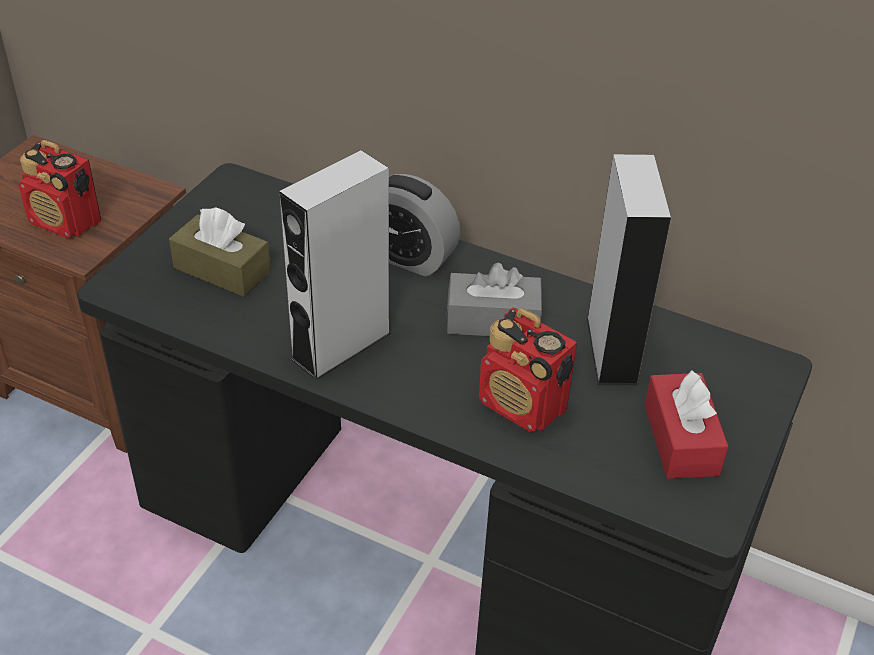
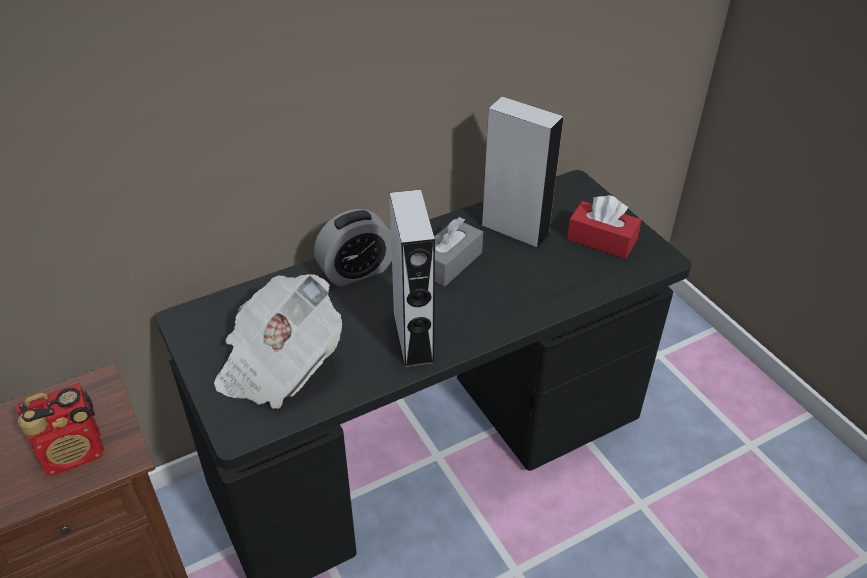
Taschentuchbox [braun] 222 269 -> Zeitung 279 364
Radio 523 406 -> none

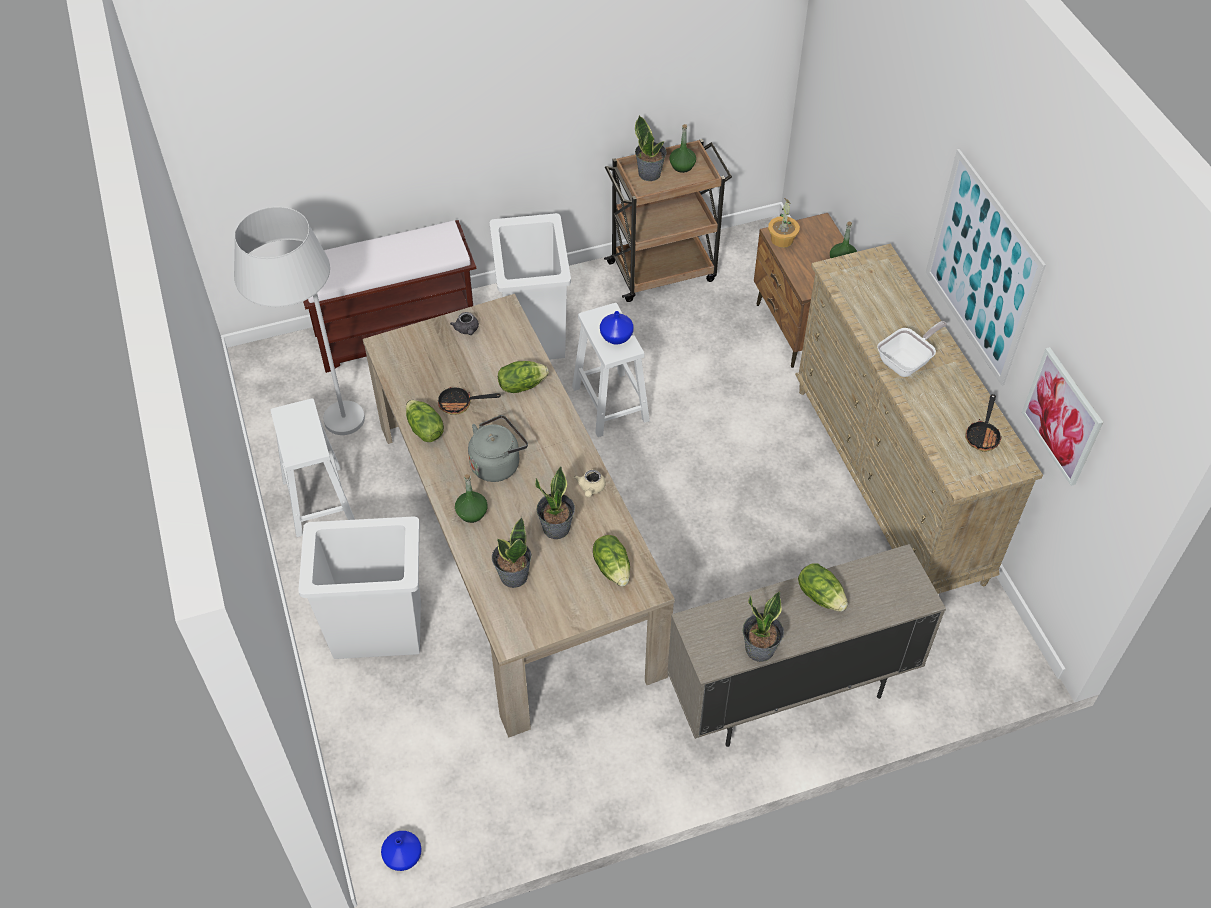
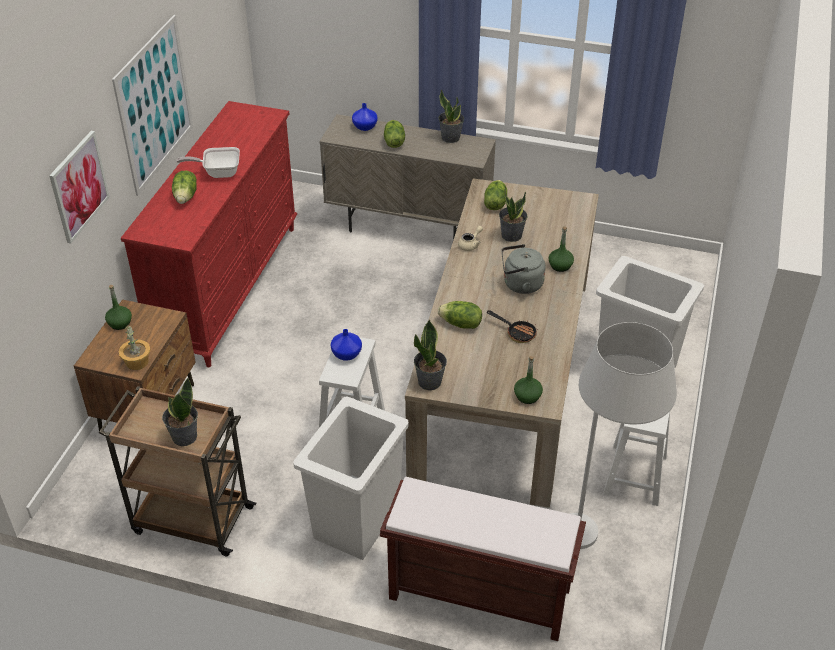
Flasche [grün] 682 166 -> Flasche [grün] 527 396, relocated
Kommode [beige] 888 484 -> Kommode [rot] 229 287
Teekanne [grau] 467 330 -> none
Bild 1062 416 -> Bild 79 186, relocated
Pfanne 983 435 -> none
Salatkopf 424 430 -> Salatkopf 186 197, relocated
Topfpflanze 513 576 -> Topfpflanze 430 382, relocated
Vase [blau] 402 856 -> Vase [blau] 365 127, relocated

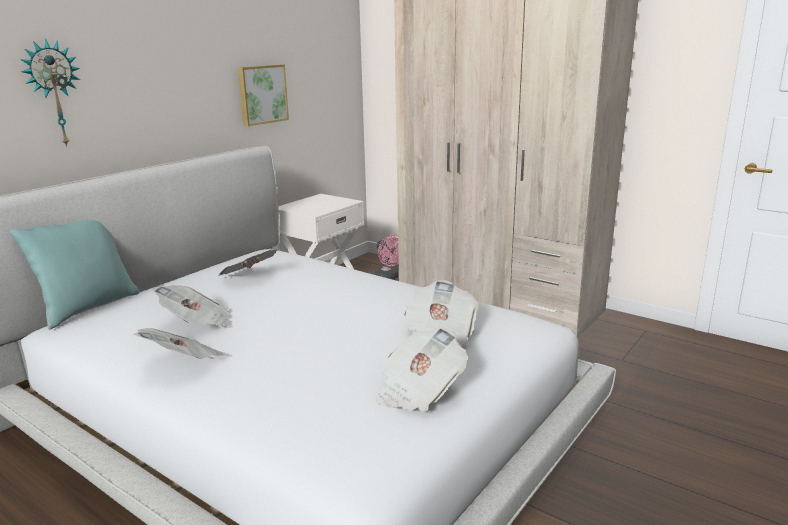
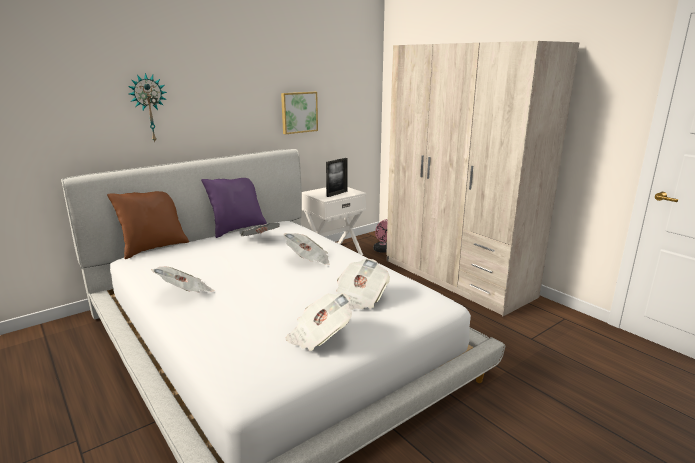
Kissen [türkis] 88 308 -> Kissen [braun] 154 248
Zeitung 198 324 -> Zeitung 308 260, relocated
none -> Bilderrahmen 337 194
none -> Kissen [lila] 237 229

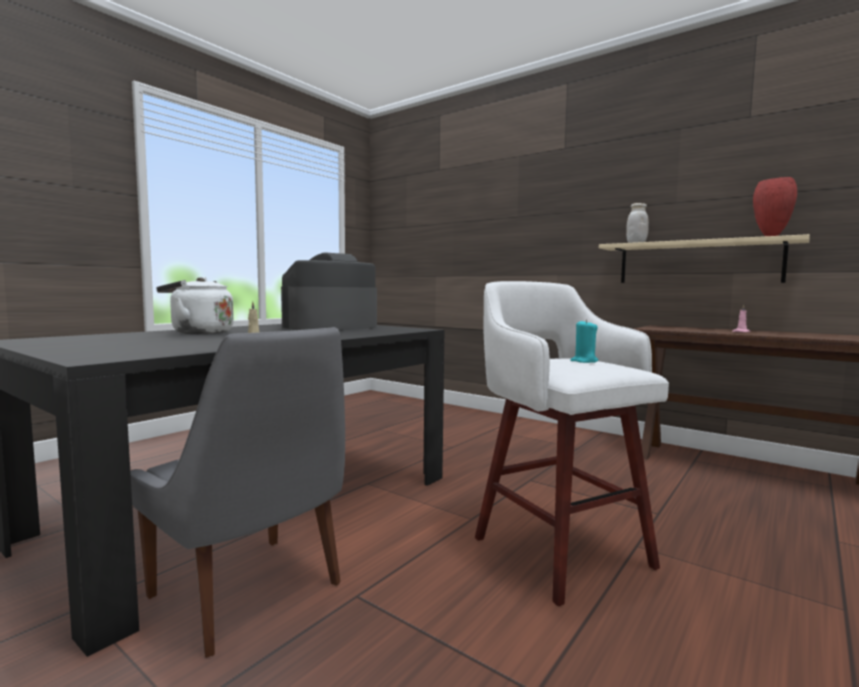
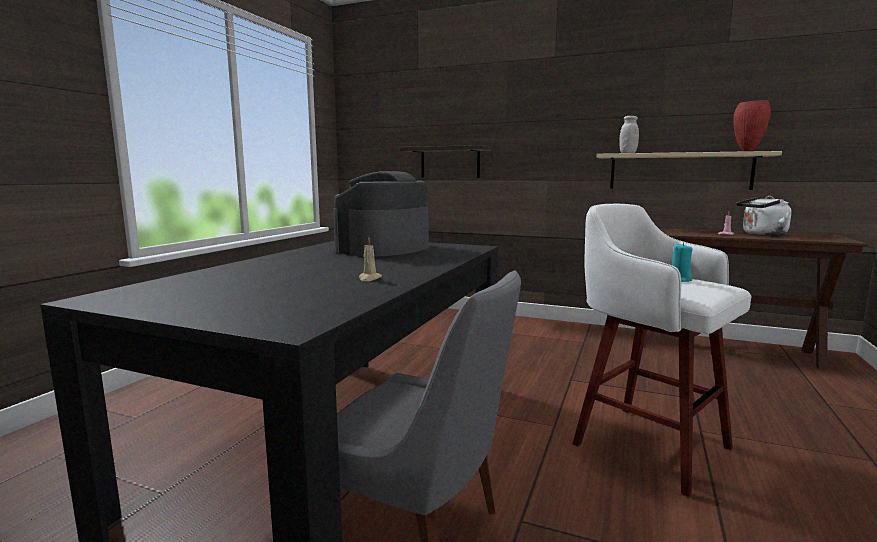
Wasserkessel [weiß] 198 333 -> Wasserkessel [weiß] 762 234, relocated
none -> Wandregal 450 162

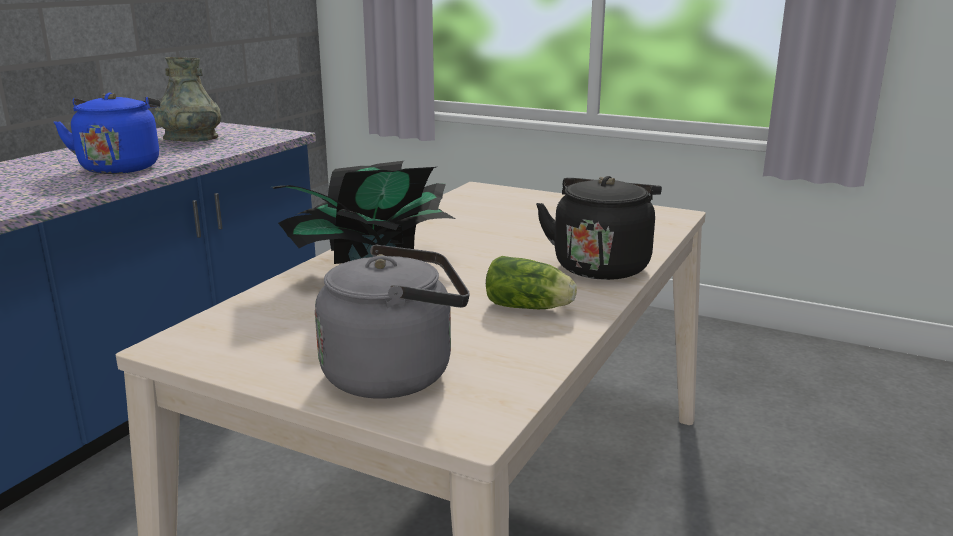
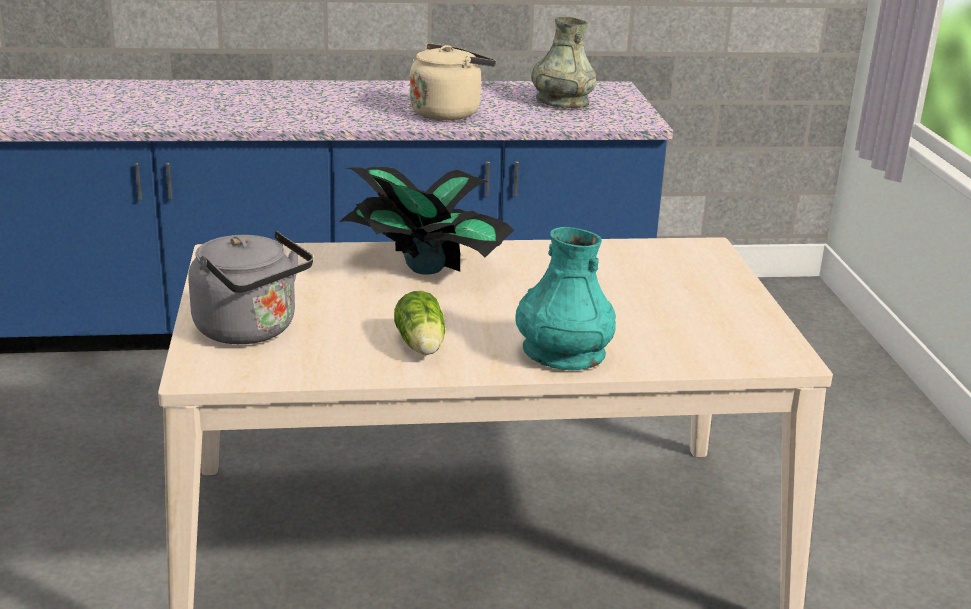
Wasserkessel [blau] 121 167 -> Wasserkessel [beige] 448 112
Wasserkessel [schwarz] 601 265 -> Vase [türkis] 563 353

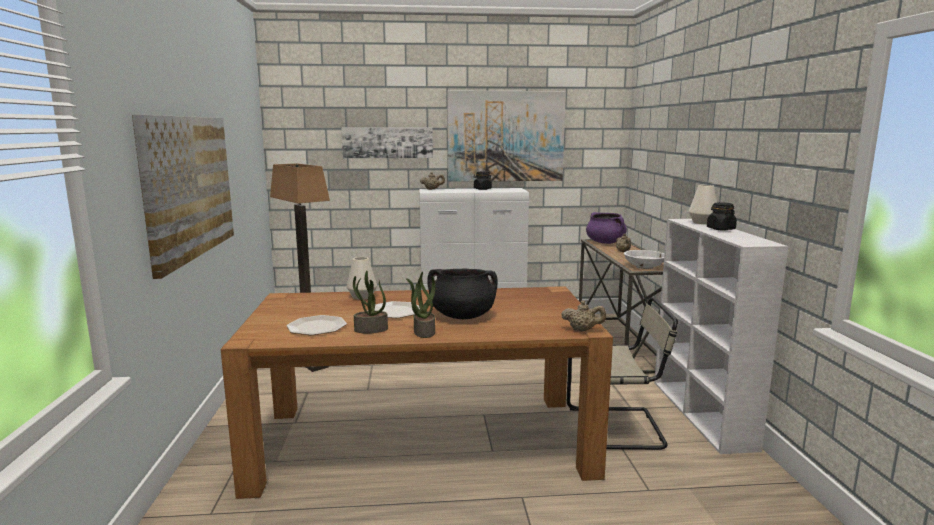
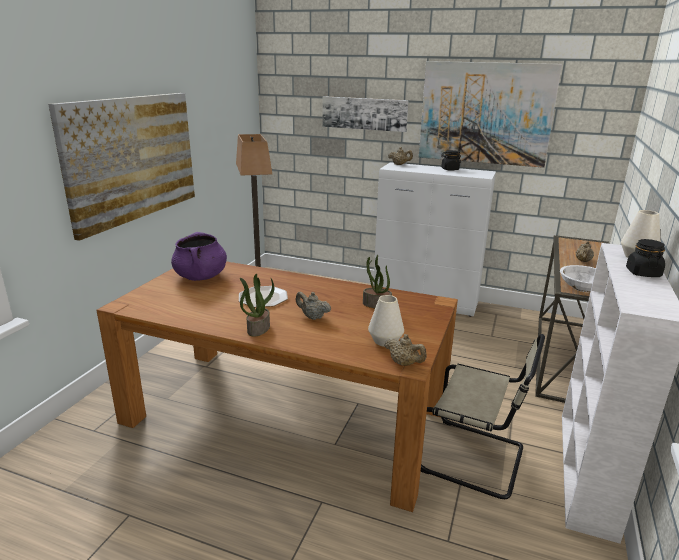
Kochtopf [lila] 605 242 -> Kochtopf [lila] 201 277, relocated
Vase [weiß] 362 296 -> Vase [weiß] 385 341, relocated
Kochtopf [schwarz] 462 316 -> Teekanne [beige] 312 317
Topfpflanze 370 330 -> Topfpflanze 376 304, relocated
Teller 317 327 -> none

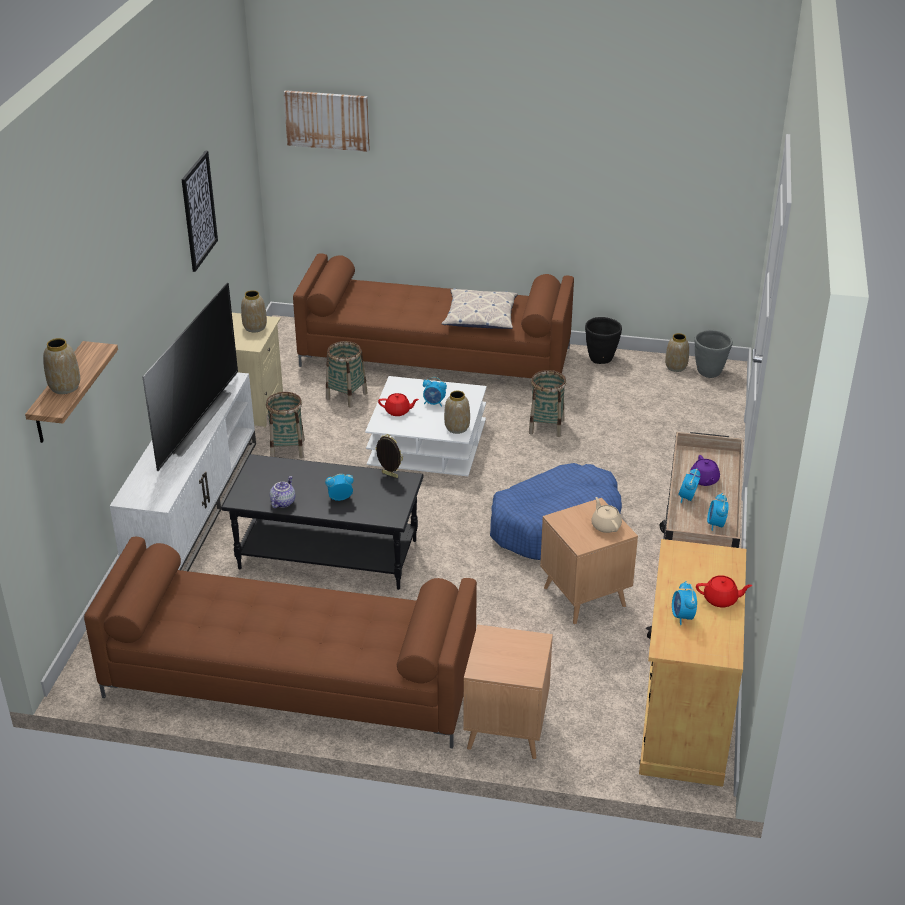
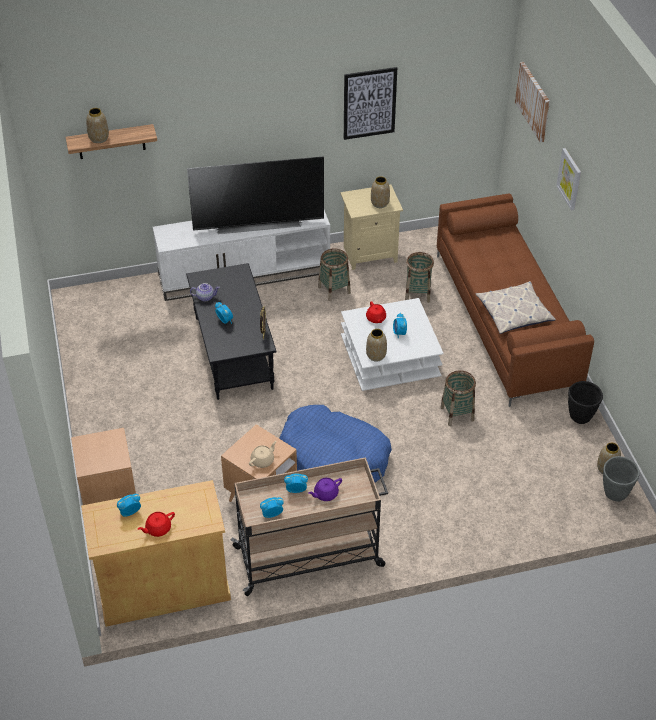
Sofa [braun] 289 681 -> none
Teekanne [rot] 721 599 -> Teekanne [rot] 158 529, 75 degrees clockwise
none -> Bild 570 179

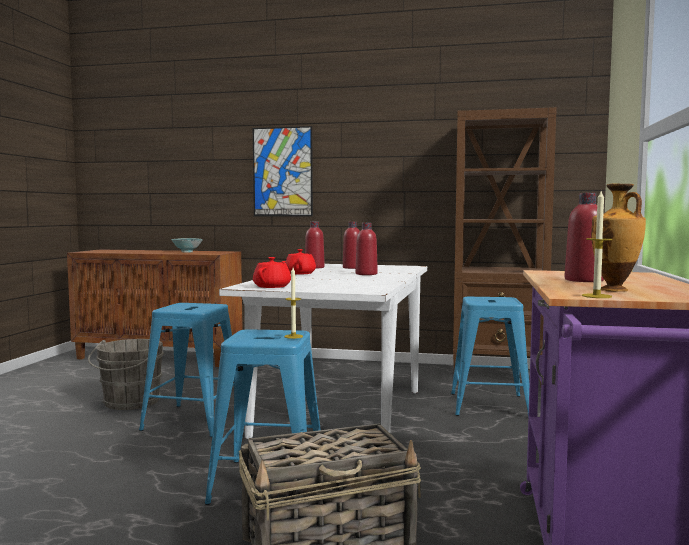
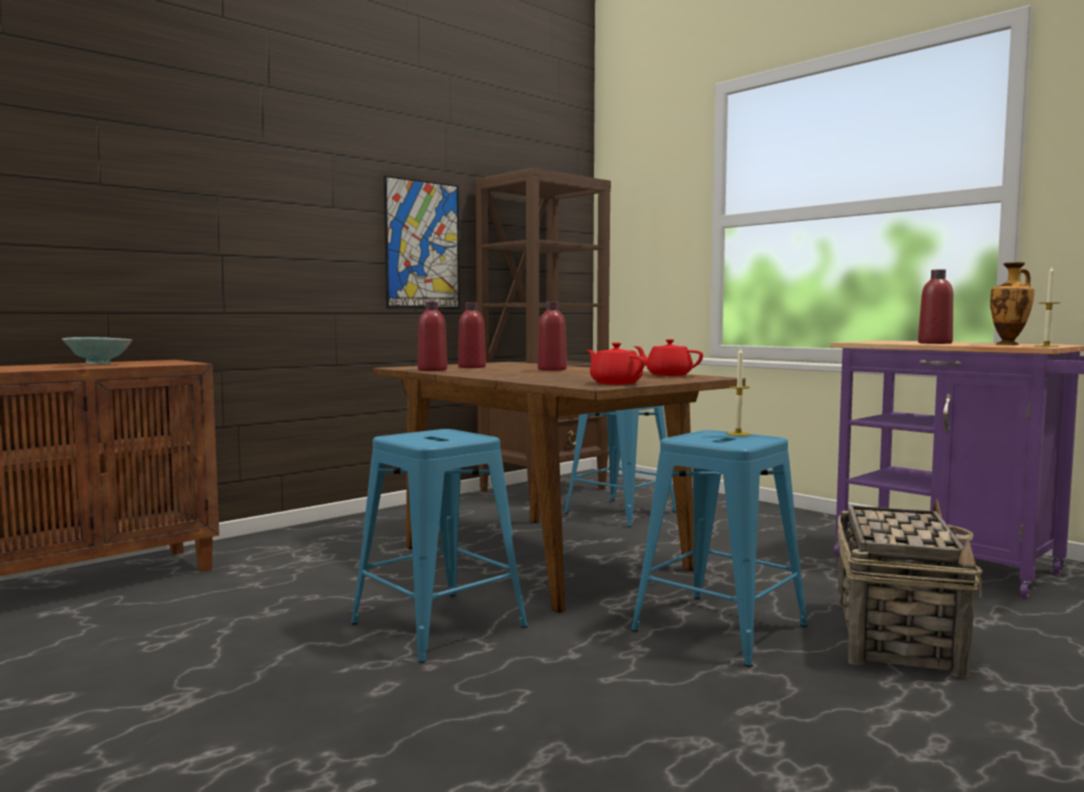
Bild 282 172 -> Bild 422 245, relocated
Teekanne [rot] 300 273 -> Teekanne [rot] 668 375, relocated
Esstisch [weiß] 341 411 -> Esstisch [braun] 542 557
Eimer [grau] 129 402 -> none

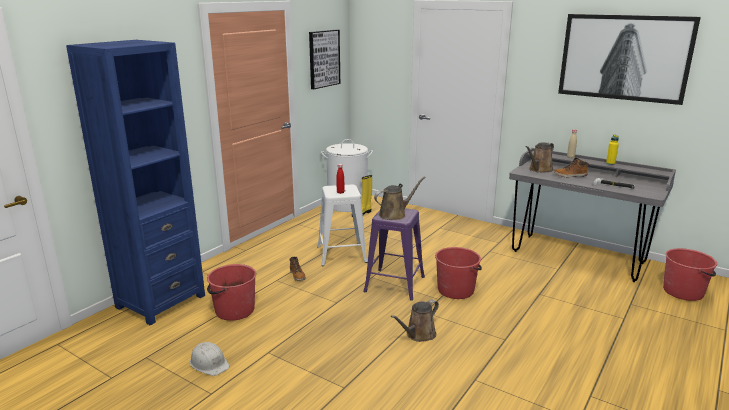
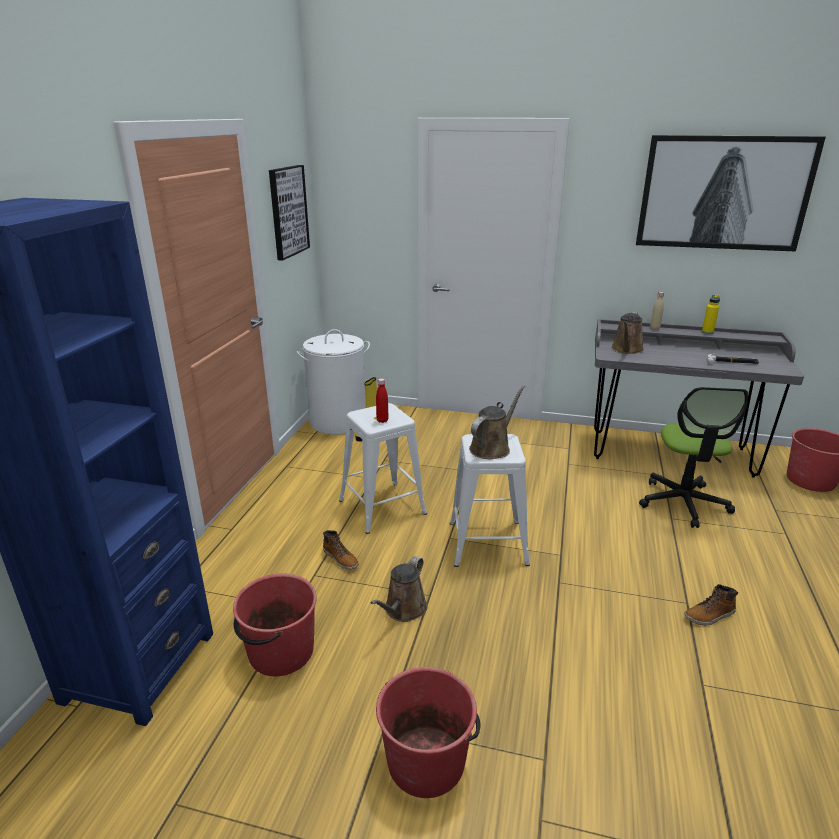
Stiefel 570 175 -> Stiefel 709 615, relocated
Hocker [lila] 394 284 -> Hocker [weiß] 487 542
Eimer [rot] 456 290 -> Eimer [rot] 426 760, relocated
Gießkanne [braun] 418 335 -> Gießkanne [braun] 403 610, relocated
Schutzhelm [weiß] 209 363 -> none
none -> Bürostuhl 683 503

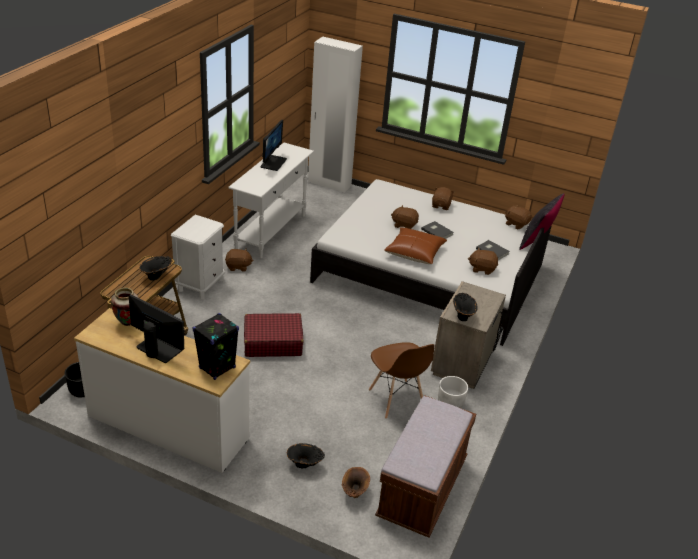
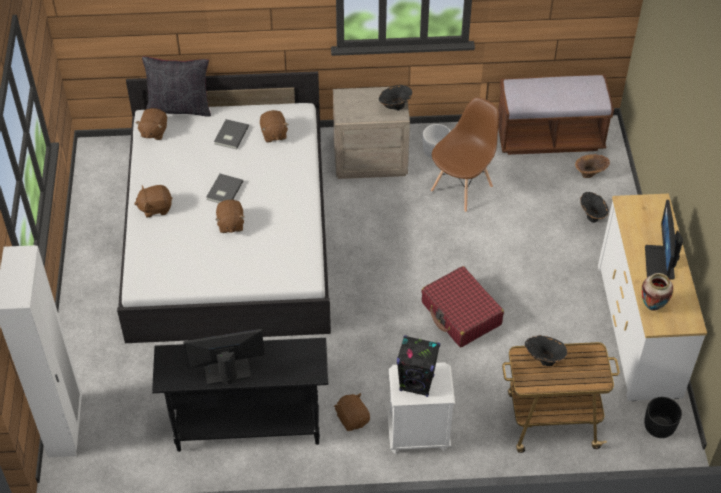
Konsolentisch [weiß] 271 232 -> Konsolentisch [schwarz] 247 427
Kissen [braun] 414 252 -> none
Lautsprecher [schwarz] 217 368 -> Lautsprecher [schwarz] 417 383, relocated

